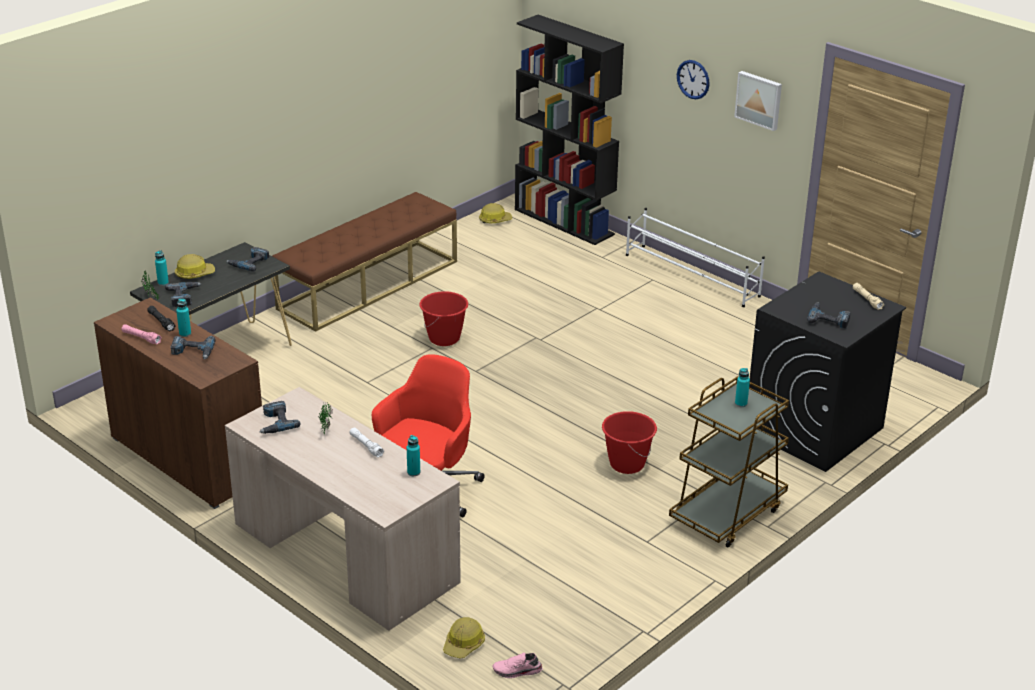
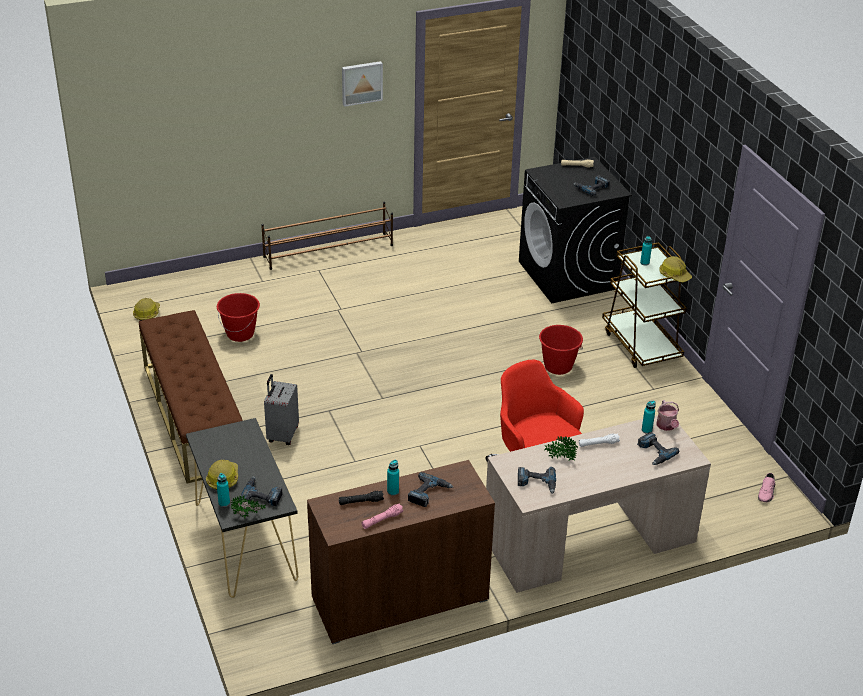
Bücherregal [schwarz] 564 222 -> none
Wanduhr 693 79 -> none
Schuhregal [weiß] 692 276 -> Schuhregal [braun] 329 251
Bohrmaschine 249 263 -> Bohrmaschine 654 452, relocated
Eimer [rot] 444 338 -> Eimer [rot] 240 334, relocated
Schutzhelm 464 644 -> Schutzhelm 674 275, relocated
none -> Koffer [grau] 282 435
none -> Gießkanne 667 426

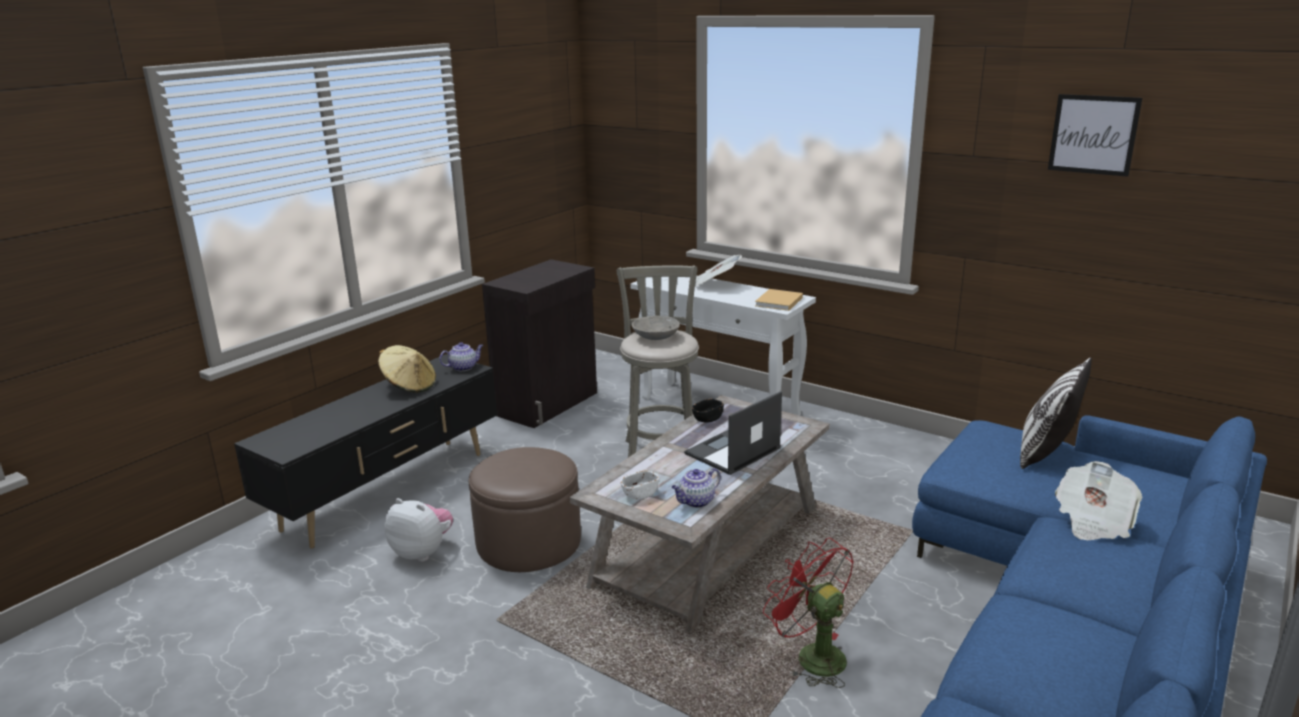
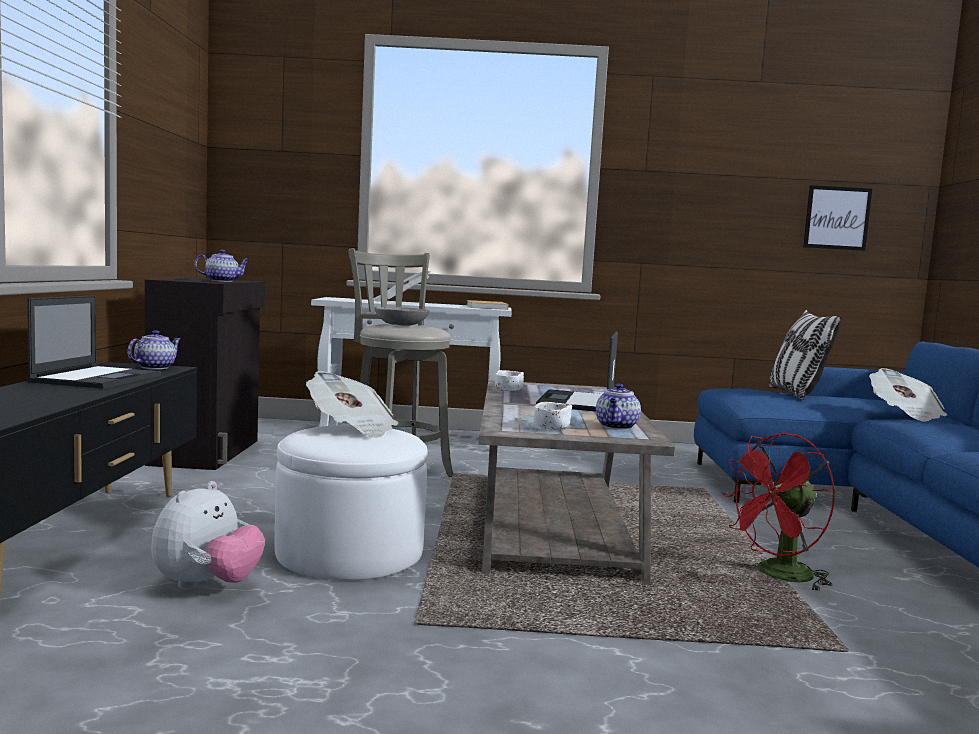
Bild 1093 134 -> Bild 837 218, relocated
Hut [beige] 409 386 -> Laptop 98 378
Schüssel [schwarz] 707 419 -> Schüssel [weiß] 508 390
Polsterhocker [braun] 529 542 -> Polsterhocker [weiß] 349 552
Plüschtier 423 552 -> Plüschtier 207 585, 120 degrees clockwise
Ventilator [rot] 811 655 -> Ventilator [rot] 777 576, 45 degrees counterclockwise
none -> Teekanne 222 281
none -> Zeitung 352 429

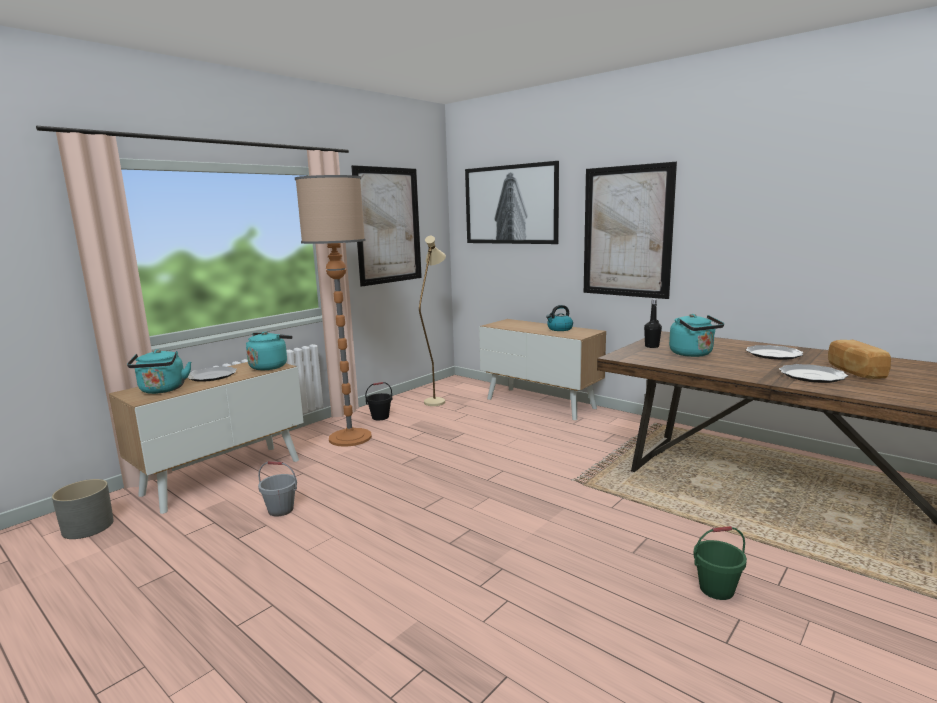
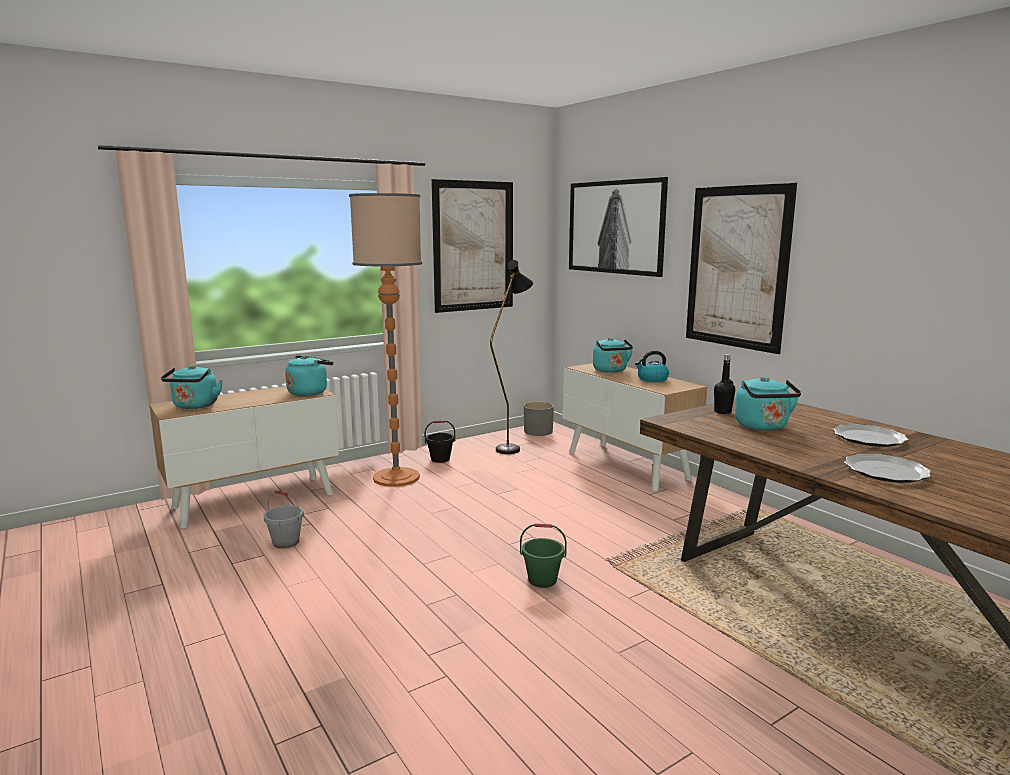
Stehlampe [beige] 436 400 -> Stehlampe [schwarz] 512 447
Brot 854 371 -> none
Teller 212 376 -> none
Pflanzkübel [grau] 88 527 -> Pflanzkübel [grau] 538 431, relocated
Eimer [grün] 716 589 -> Eimer [grün] 542 580, relocated
none -> Wasserkessel [türkis] 611 371

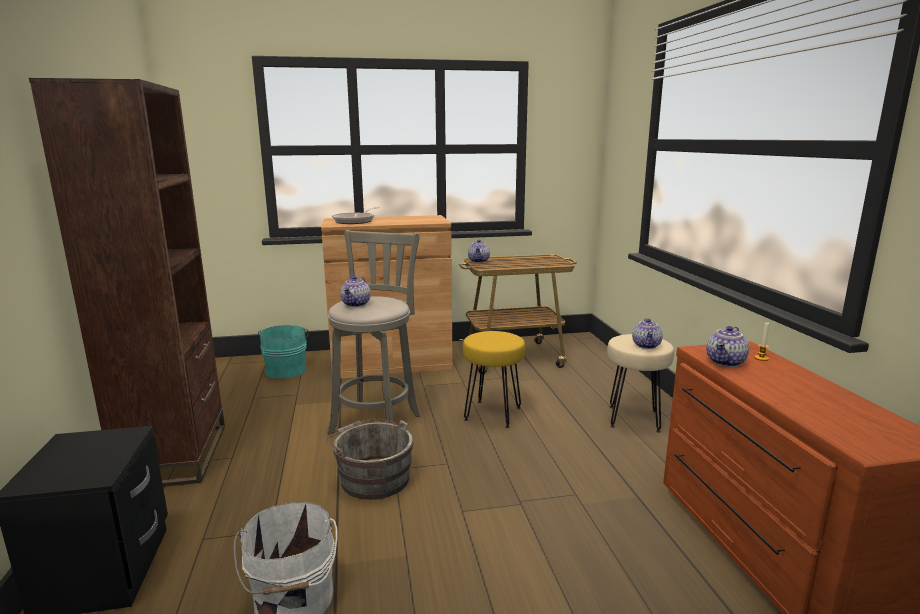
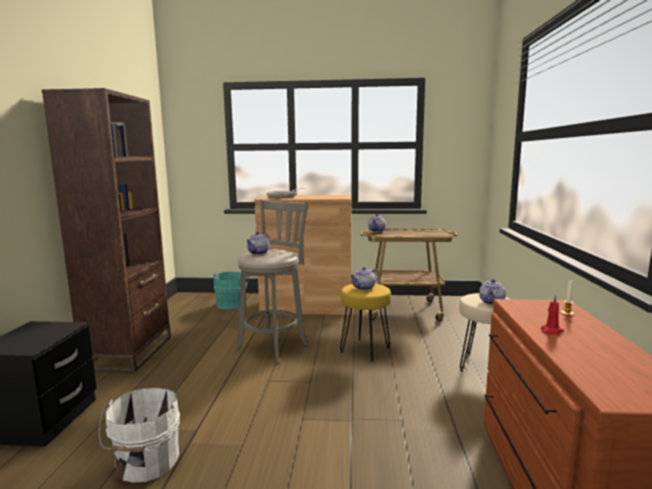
Teekanne 726 362 -> Teekanne 364 288, relocated
Eimer [grau] 372 477 -> none
none -> Kerze [rot] 551 331

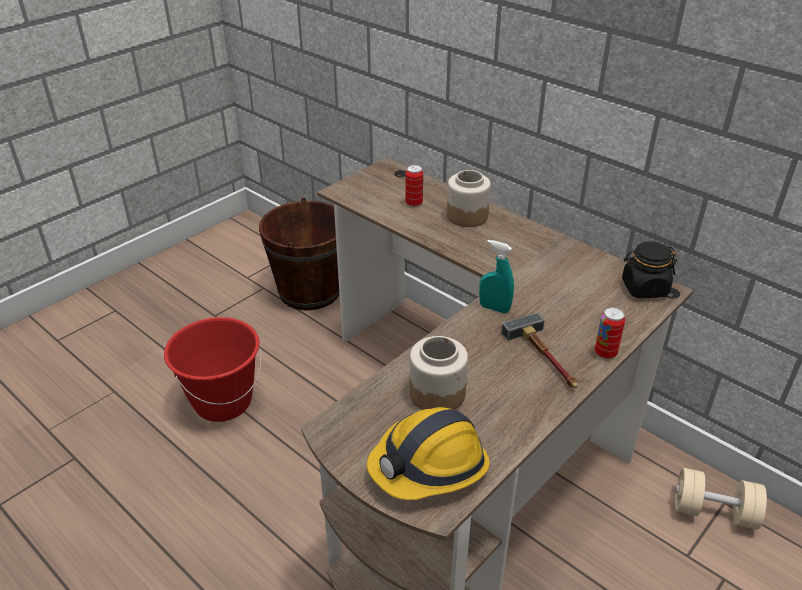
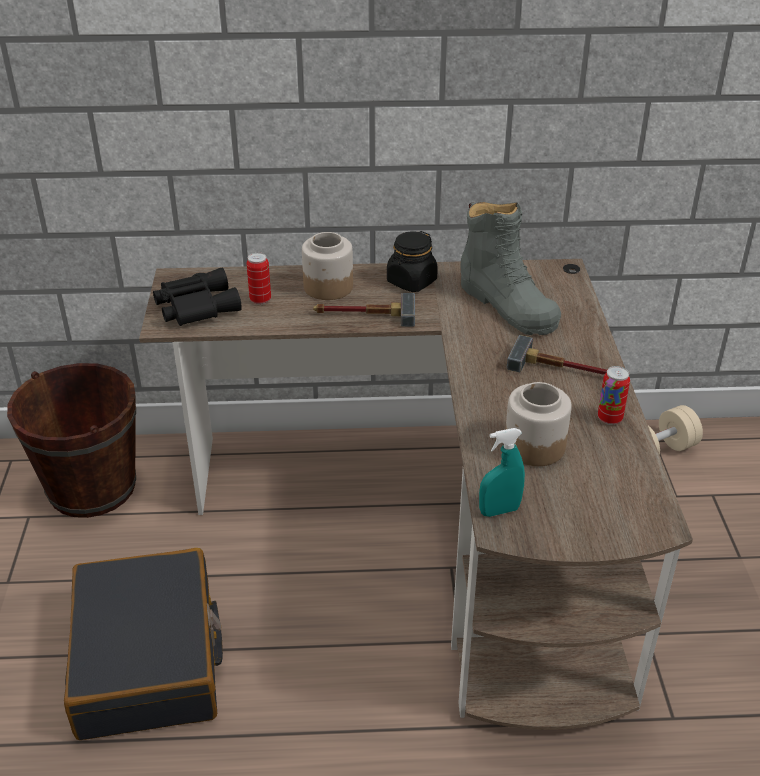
Sprühflasche [türkis] 494 308 -> Sprühflasche [türkis] 499 511, relocated
Vorratsglas [schwarz] 644 288 -> Vorratsglas [schwarz] 411 282, relocated
Dose 605 353 -> Dose 609 418, relocated
Eimer [rot] 222 402 -> Koffer [schwarz] 148 659
Schutzhelm 429 466 -> none
none -> Stiefel [grau] 507 305
none -> Fernglas [schwarz] 195 306
none -> Hammer 364 314

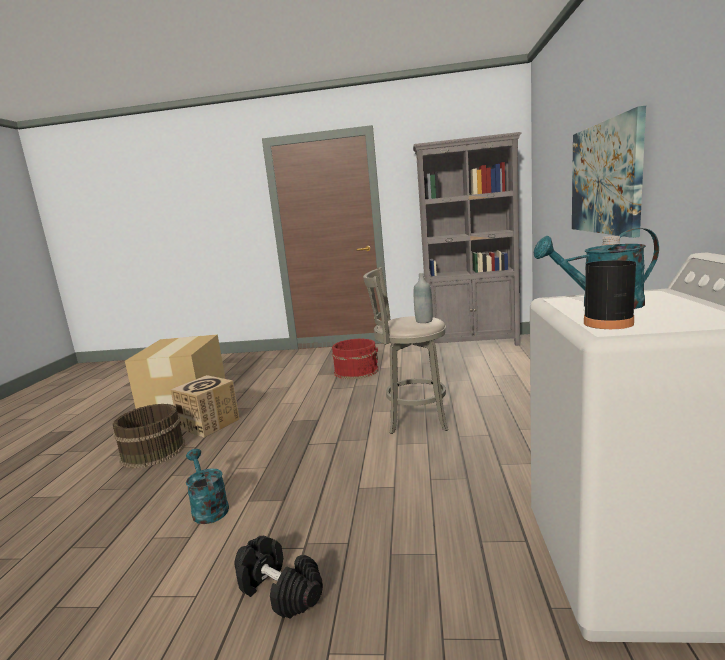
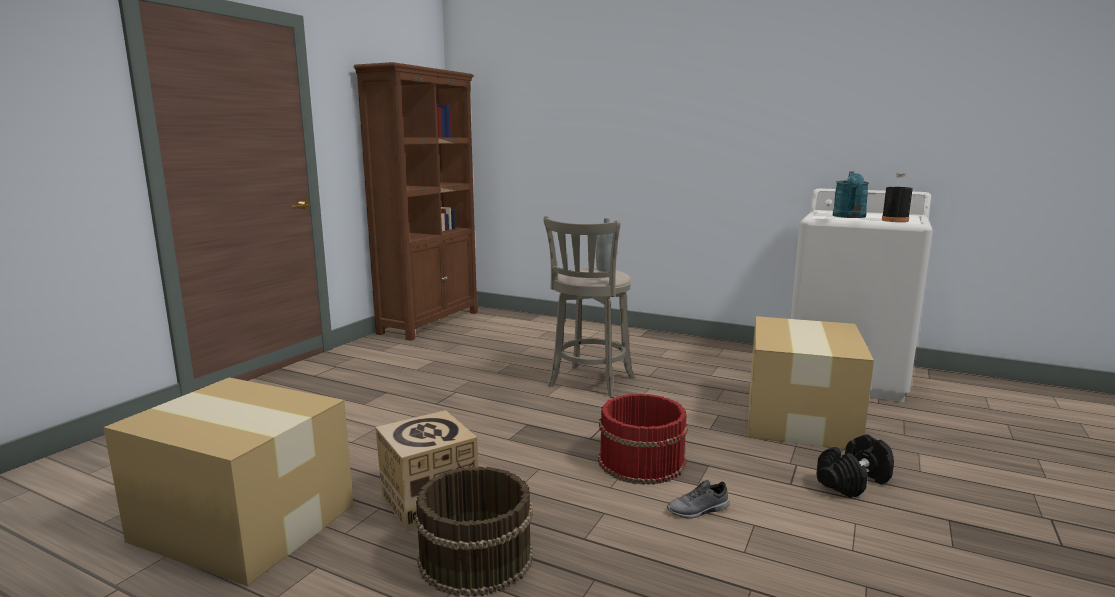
Bild 605 178 -> none
Bücherregal [grau] 473 343 -> Bücherregal [braun] 430 322
Eimer [rot] 356 371 -> Eimer [rot] 640 461, relocated
Gießkanne [türkis] 208 508 -> Schuh [grau] 698 510
none -> Karton 800 418

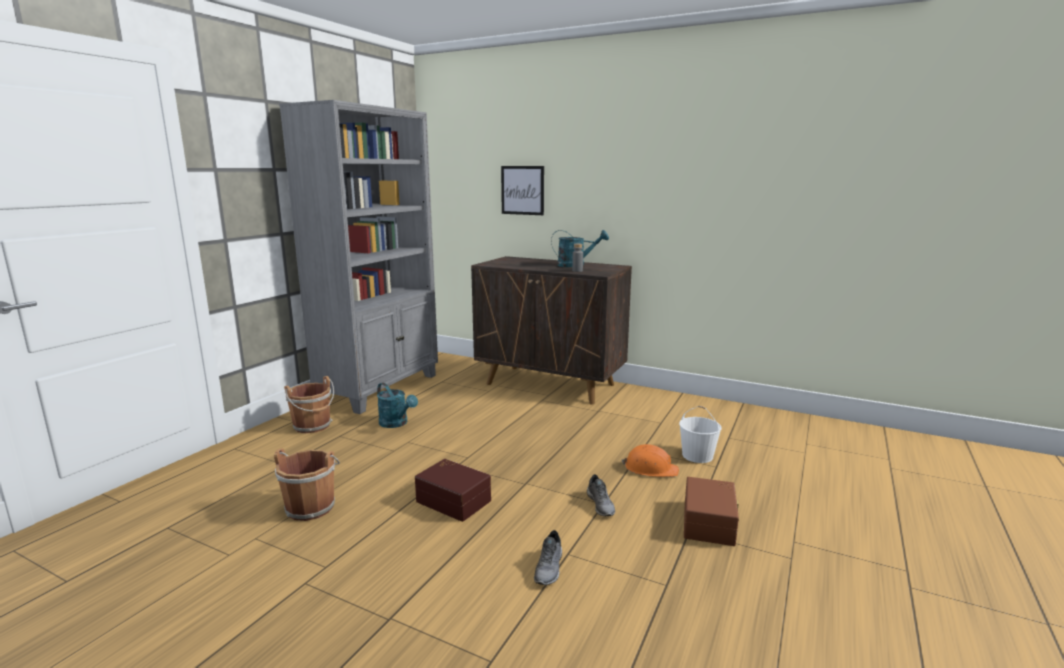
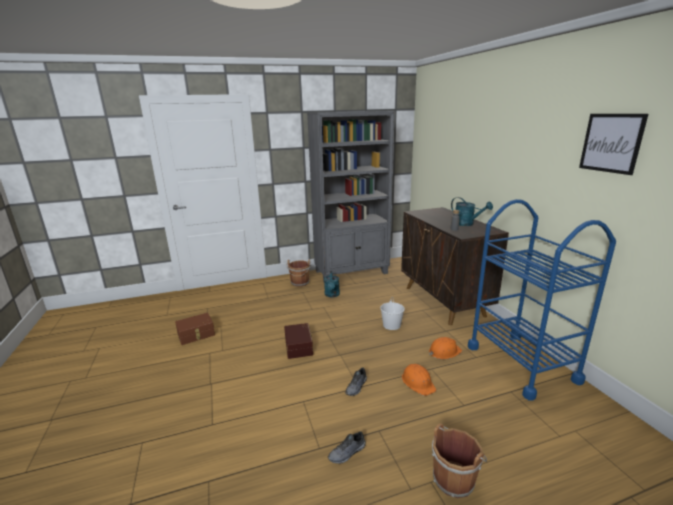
Bild 522 190 -> Bild 611 143, relocated
Eimer [weiß] 698 455 -> Eimer [weiß] 392 325, relocated
Eimer [braun] 311 506 -> Eimer [braun] 454 478, relocated
Aufbewahrungsbox [braun] 710 523 -> Aufbewahrungsbox [braun] 196 335, relocated
Schuh [grau] 549 568 -> Schuh [grau] 347 453, relocated
none -> Rollwagen [blau] 521 363
none -> Schutzhelm [orange] 444 351

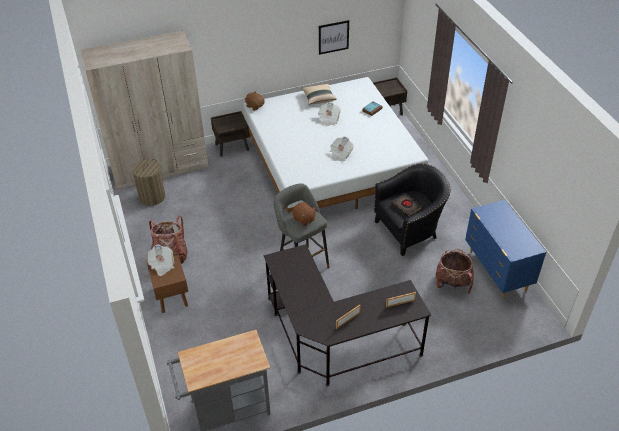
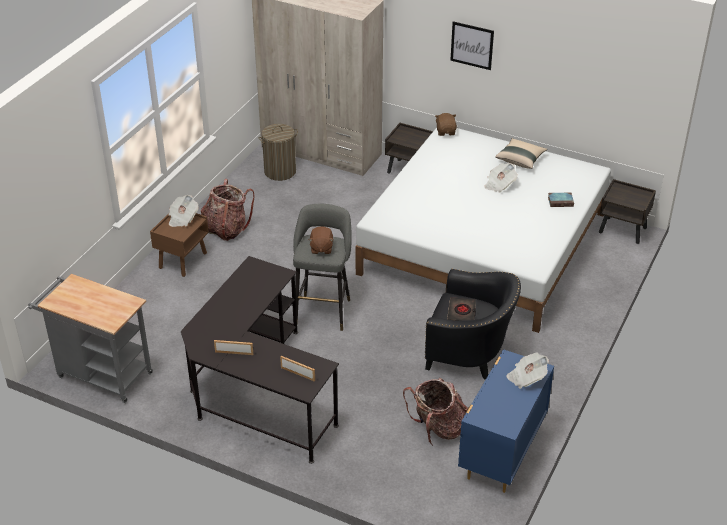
Bild 333 37 -> Bild 472 45, relocated
Zeitung 340 154 -> Zeitung 526 378, relocated

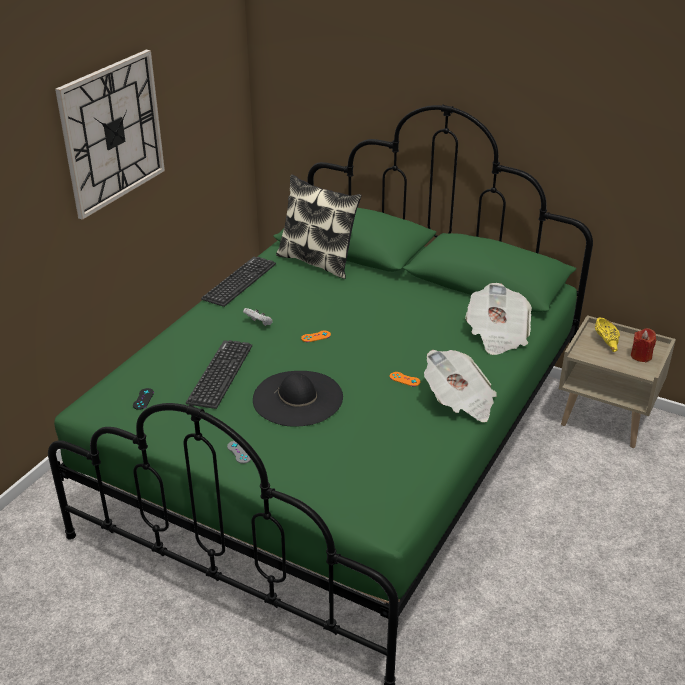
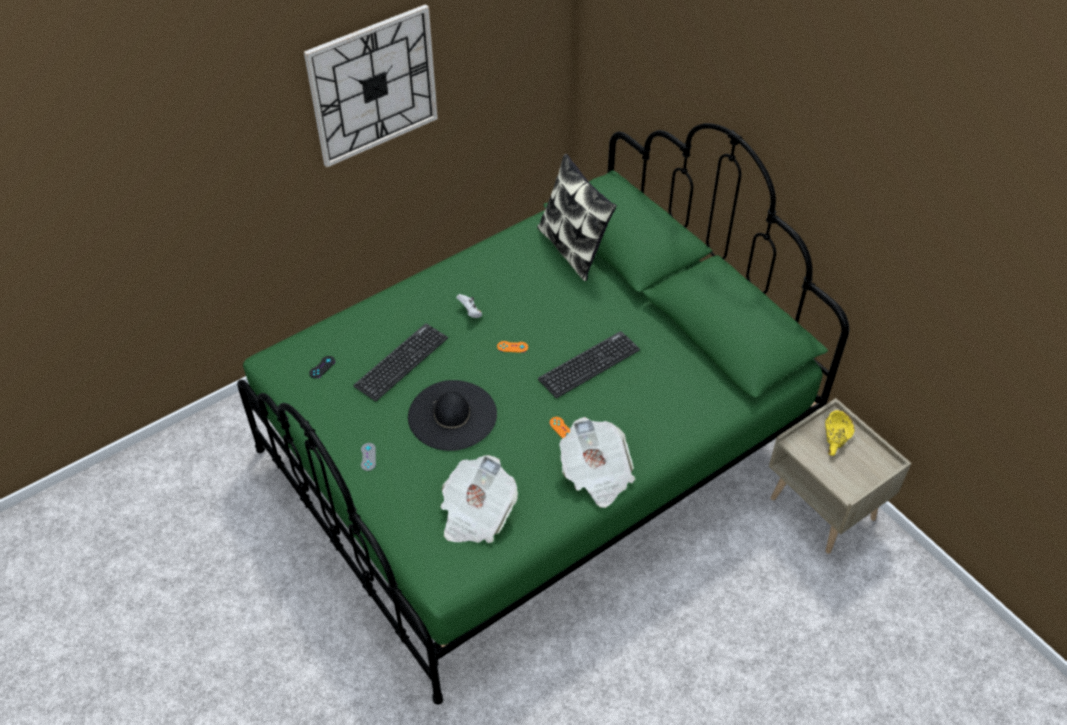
Tastatur 239 282 -> Tastatur 589 365, relocated
Zeitung 497 335 -> Zeitung 476 514, relocated
Kerze [rot] 641 356 -> none

